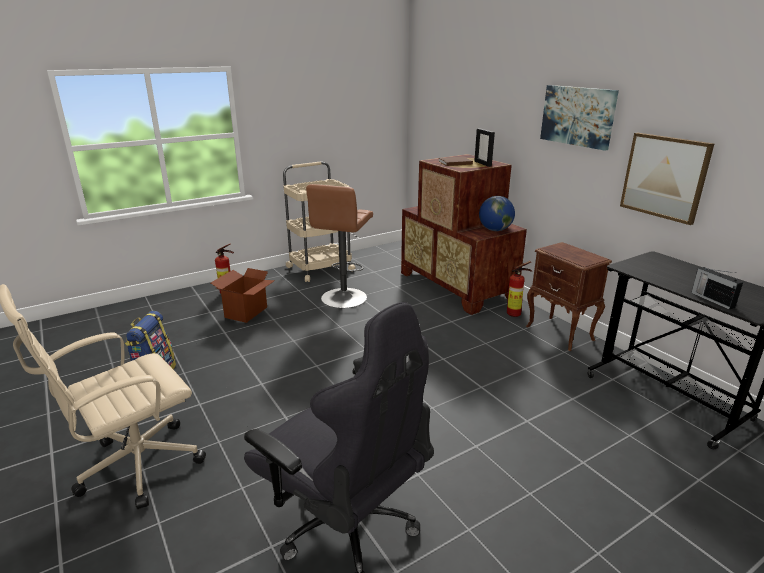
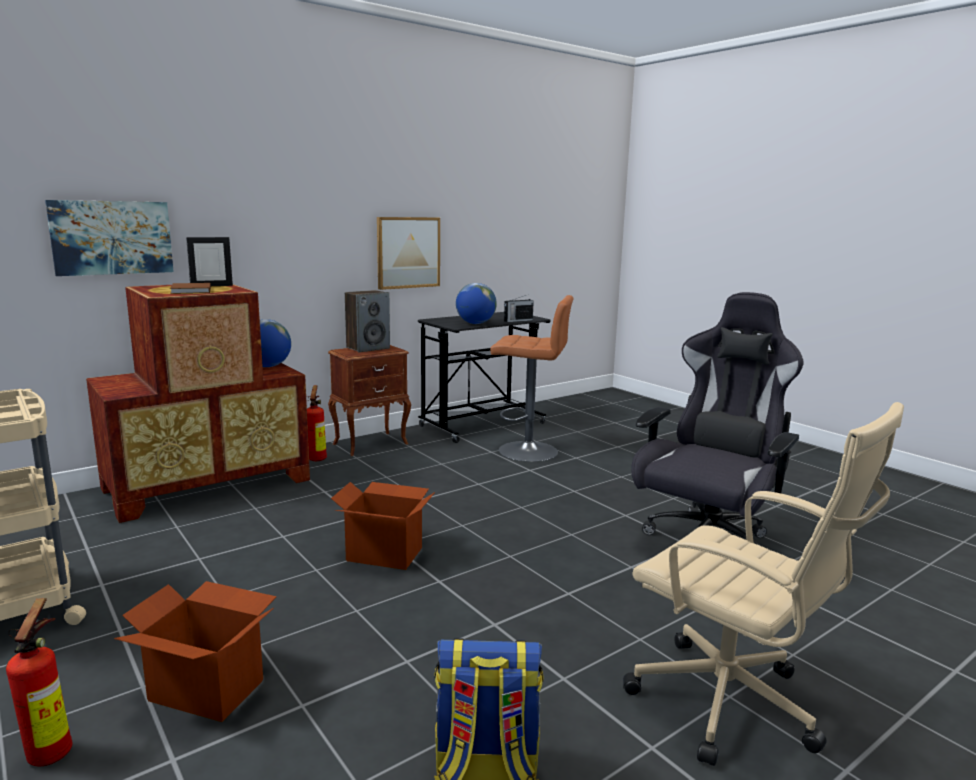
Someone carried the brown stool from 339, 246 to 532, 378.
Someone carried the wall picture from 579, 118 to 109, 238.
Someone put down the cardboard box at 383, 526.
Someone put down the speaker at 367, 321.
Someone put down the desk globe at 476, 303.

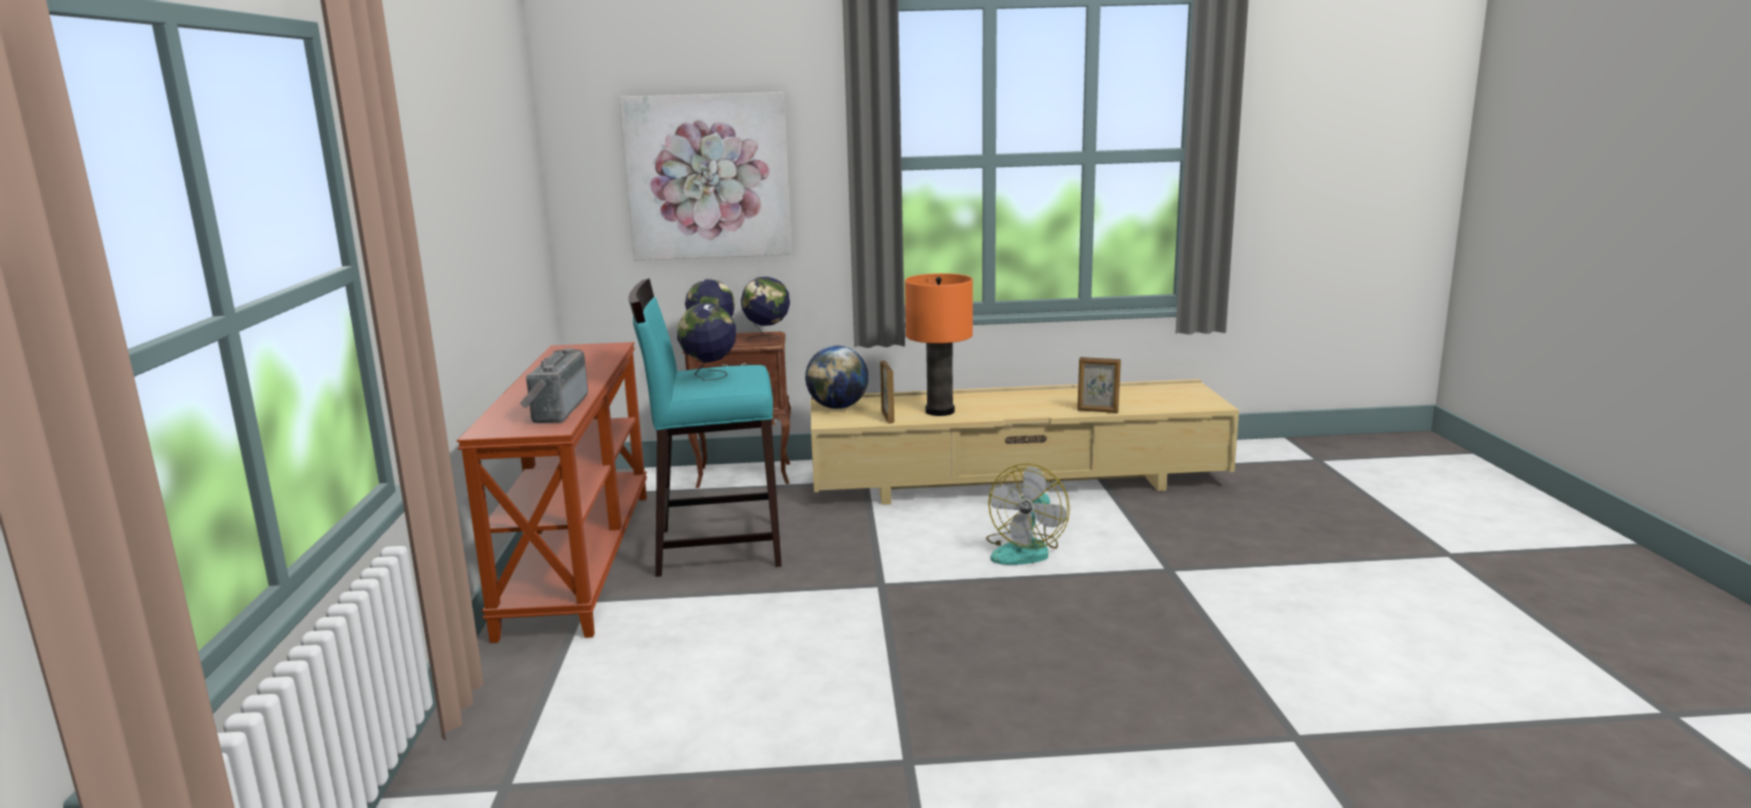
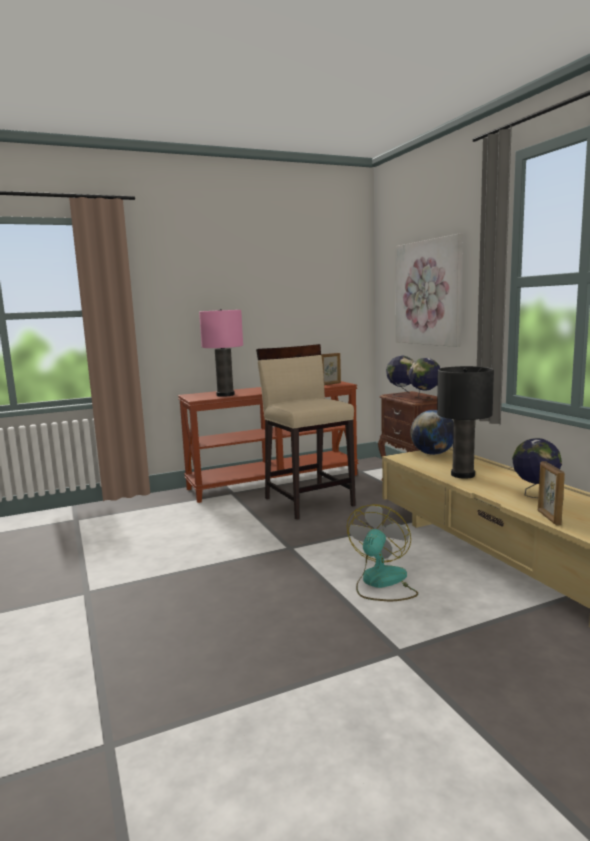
Someone swapped the radio set at 554, 385 for the pink-coloured table lamp at 221, 353.
Someone repainted the turquoise stool at 705, 428, which became the sand-coloured stool at 306, 432.
Someone carried the desk globe from 706, 342 to 537, 468.
Someone carried the standing frame from 887, 392 to 331, 369.
Someone repainted the orange-coloured table lamp at 939, 344, which became the blackish table lamp at 465, 422.
Someone rotated the fan at 1028, 514 by 105 degrees clockwise.

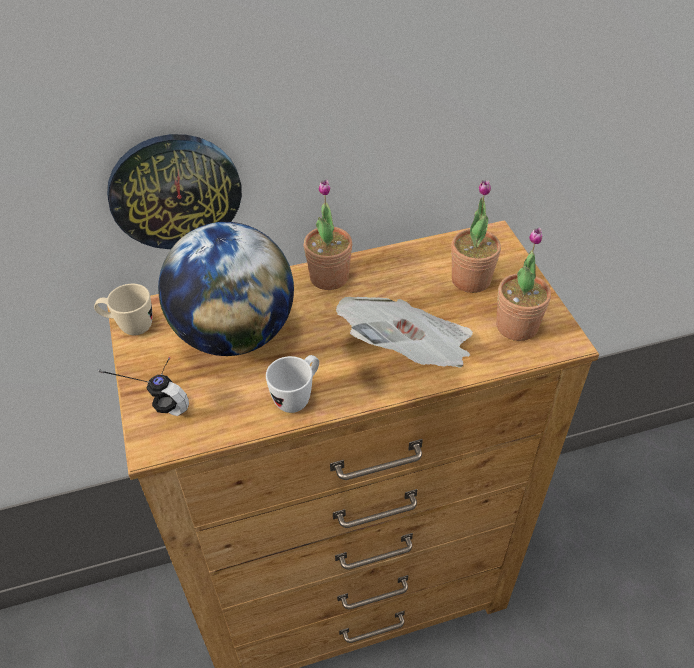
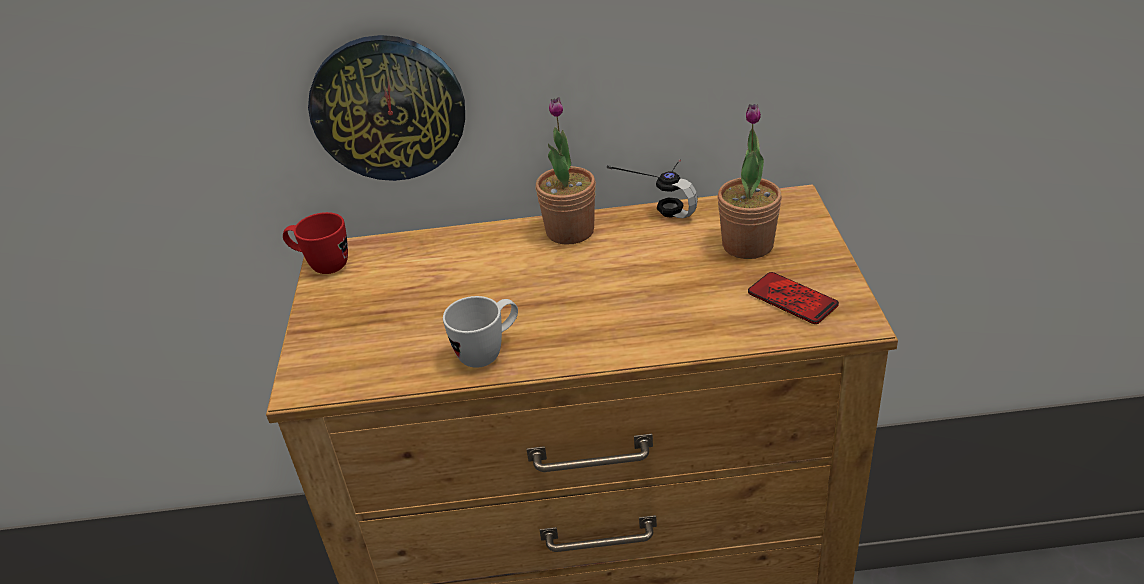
Someone repainted the sand-coloured mug at 123, 309, which became the red mug at 315, 243.
Someone carried the pair of headphones from 143, 386 to 652, 189.
Someone took away the desk globe at 226, 289.
Someone took away the printed paper at 404, 332.
Someone swapped the potted plant at 523, 284 for the phone at 793, 298.

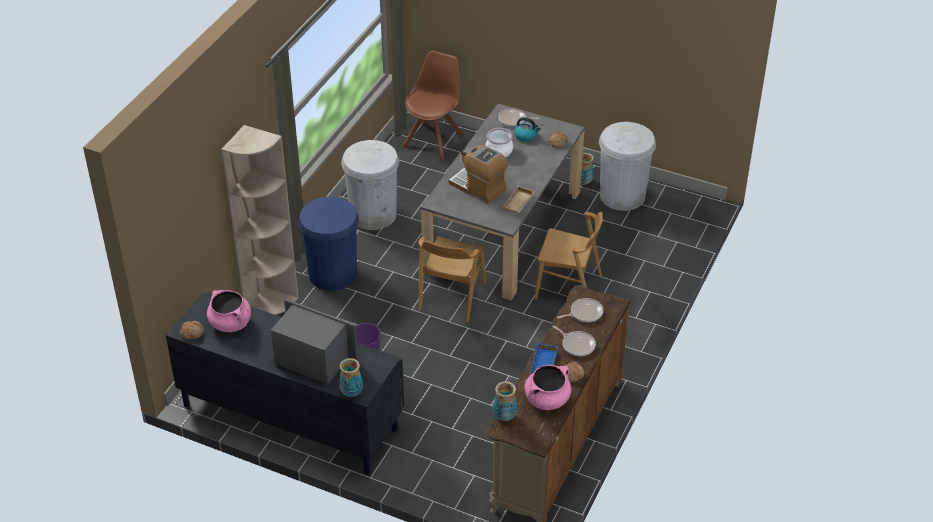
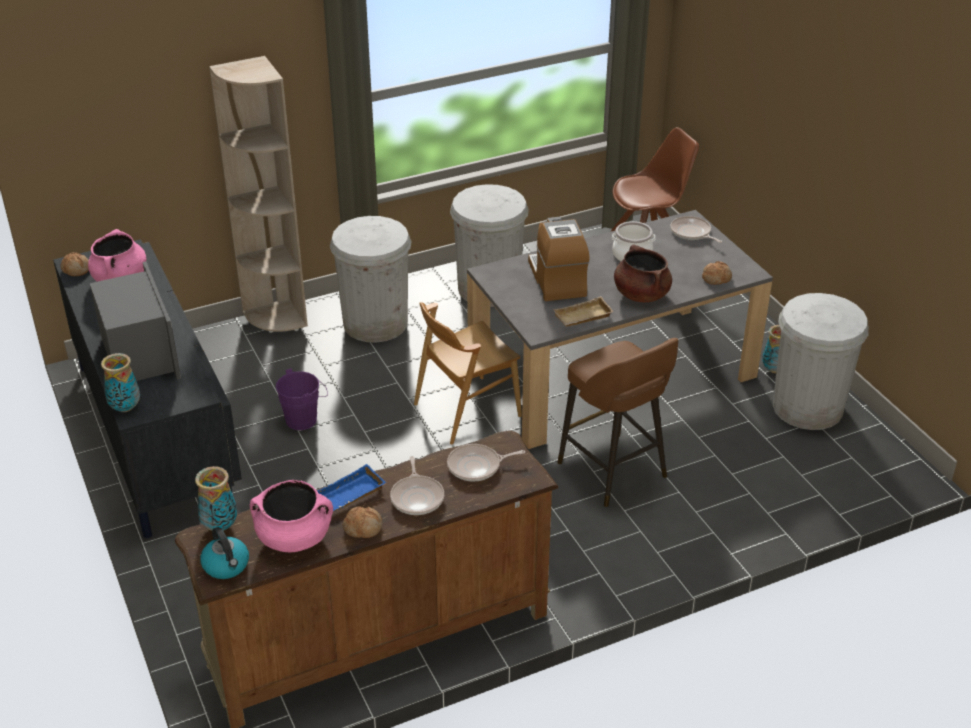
Someone repainted the blue waste bin at 328, 243, which became the white-coloured waste bin at 371, 279.
Someone carried the tea kettle from 527, 129 to 224, 553.
Someone swapped the brown chair at 569, 256 for the brown stool at 617, 422.
Someone rotated the frying pan at 580, 310 by 150 degrees clockwise.
Someone put down the brown cooking pot at 643, 273.

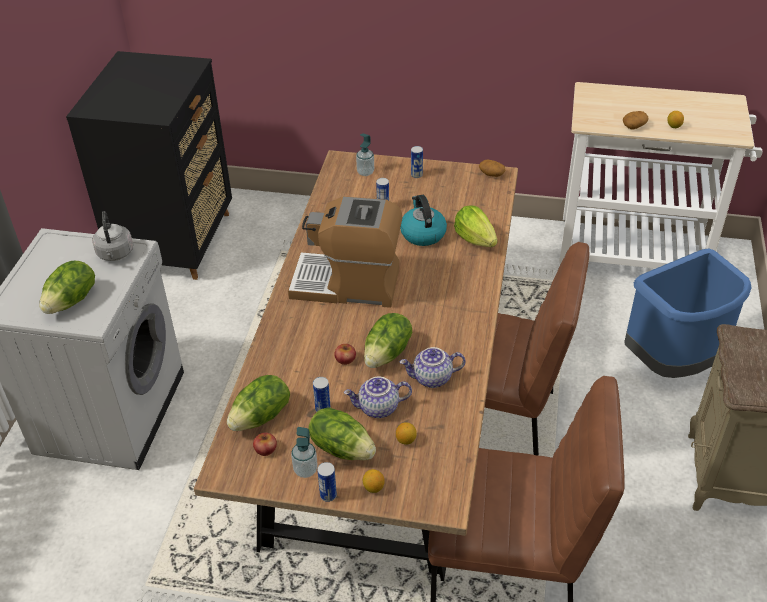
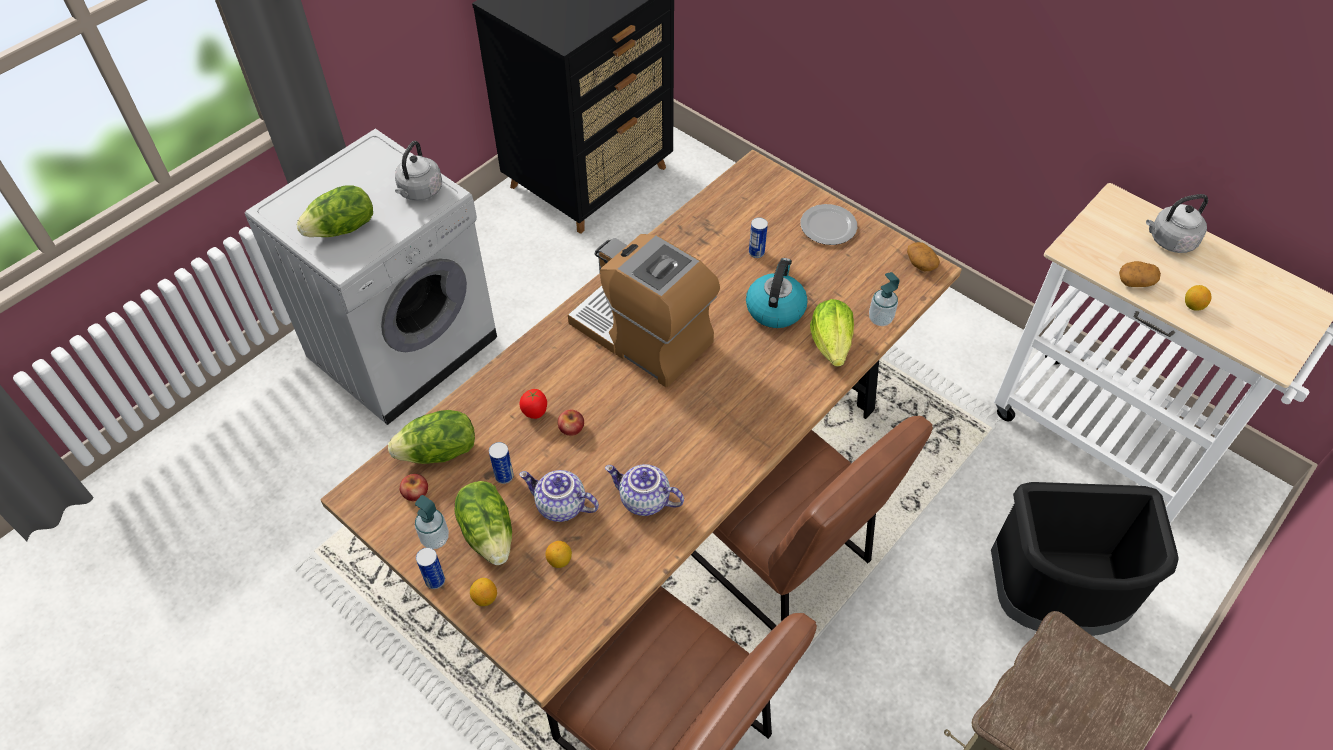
Someone carried the liquid soap bottle from 365, 154 to 884, 299.
Someone took away the head of lettuce at 388, 340.
Someone swapped the metal can at 417, 162 for the flat dish at 829, 224.
Someone repainted the blue waste bin at 688, 313, which became the blackish waste bin at 1085, 559.
Someone put down the tomato at 533, 404.
Someone put down the grey tea kettle at 1177, 223.

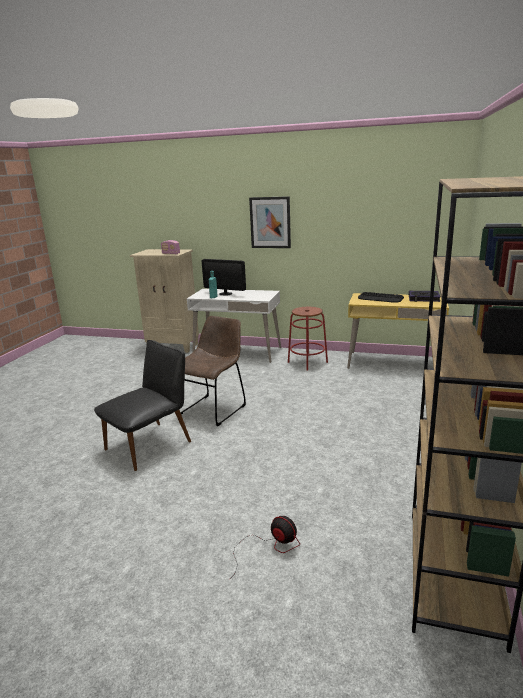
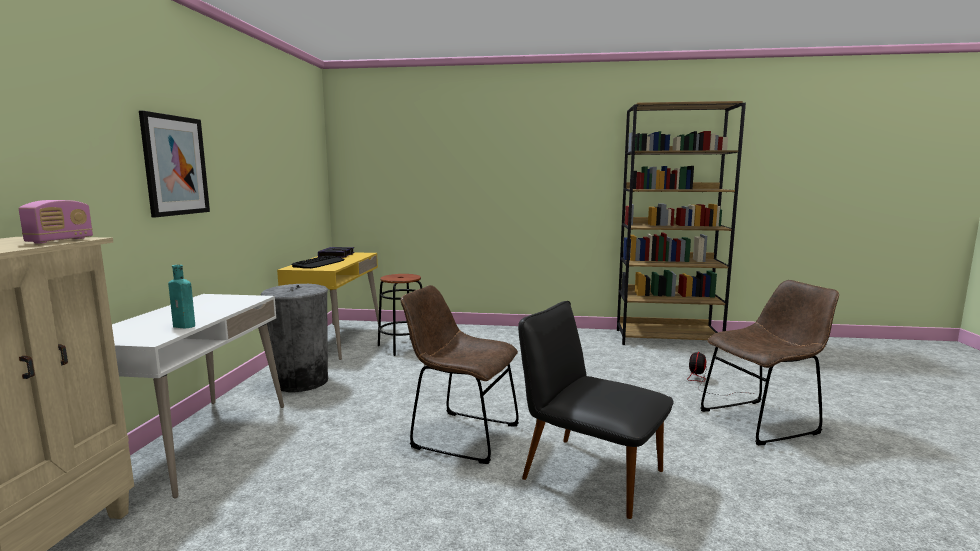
Someone took away the computer screen at 224, 277.
Someone swapped the red stool at 308, 339 for the grey waste bin at 294, 338.
Someone put down the blackish stool at 400, 315.
Someone put down the brown chair at 770, 362.

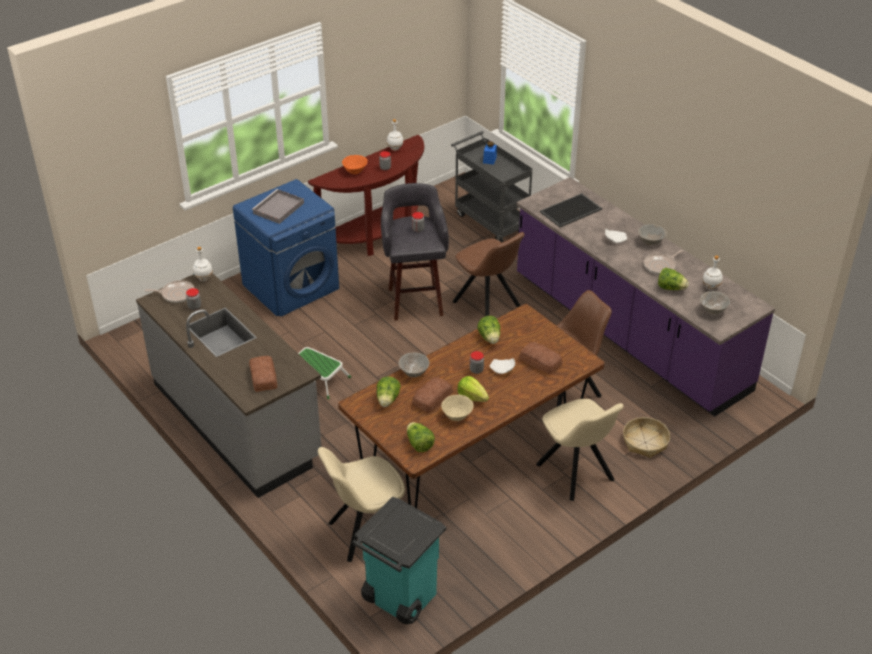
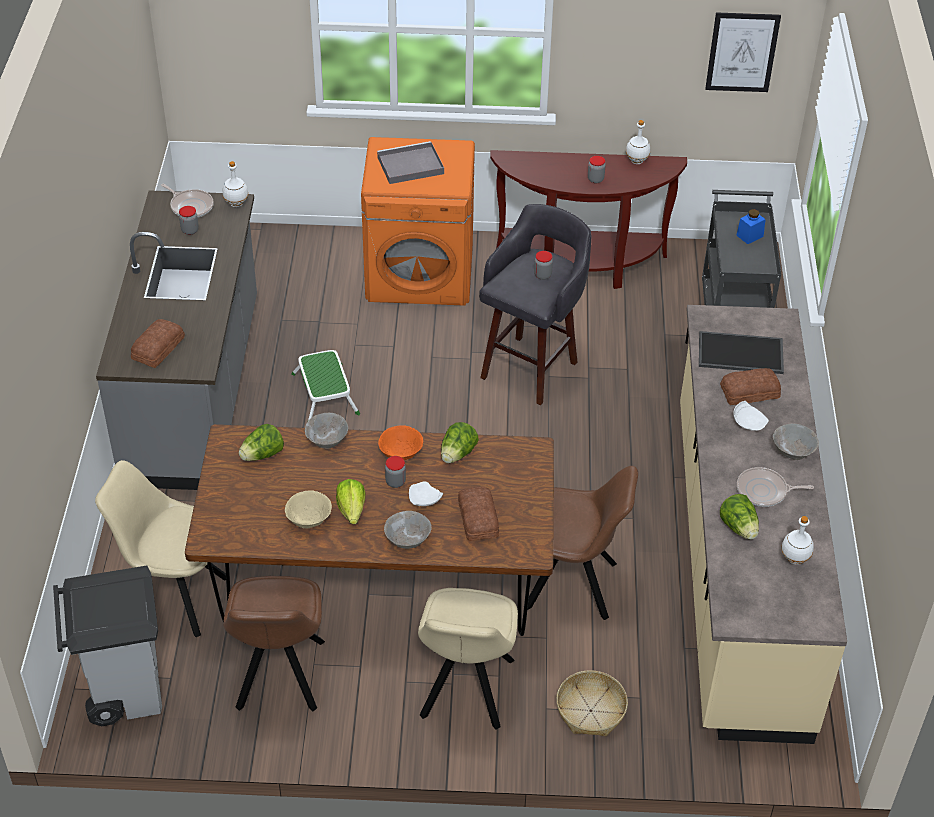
Someone repainted the blue washing machine at 286, 248, which became the orange-coloured washing machine at 418, 221.
Someone carried the orange-coloured deep dish from 355, 164 to 400, 442.
Someone repainted the turquoise waste bin at 399, 560, which became the grey waste bin at 107, 645.
Someone took away the head of lettuce at 421, 437.
Someone carried the baked bread from 432, 395 to 750, 386.
Someone carried the brown chair from 489, 274 to 274, 644.
Someone repainted the purple counter at 646, 297, which became the sand-coloured counter at 763, 524.
Someone carried the grey deep dish from 715, 302 to 407, 530.
Someone put up the wall picture at 743, 52.

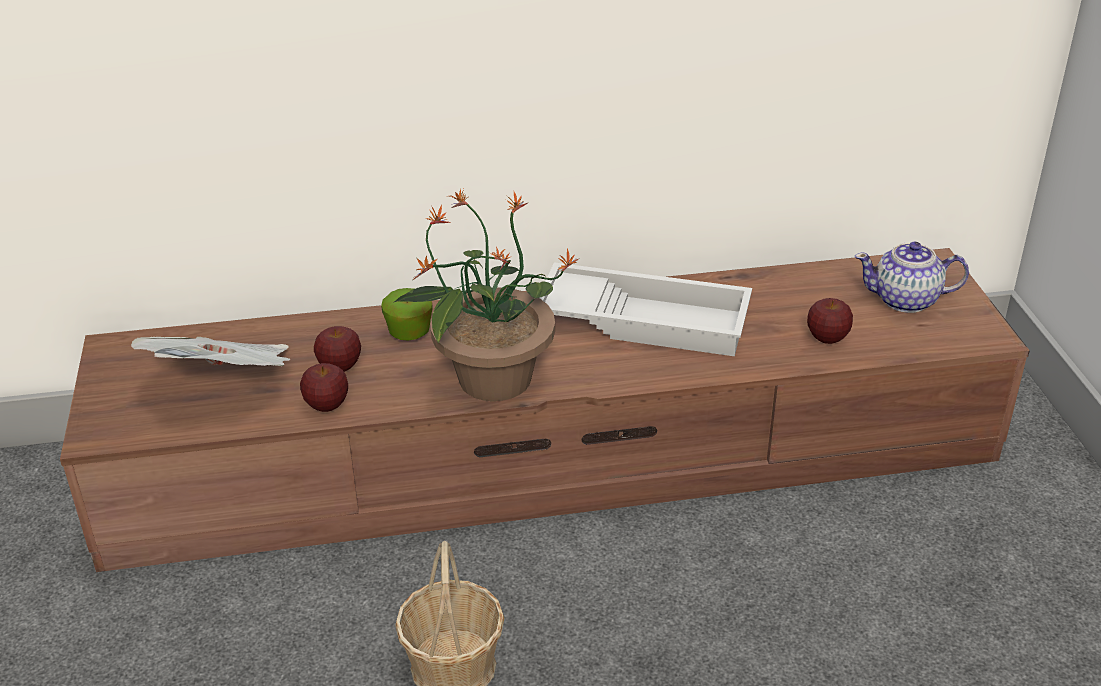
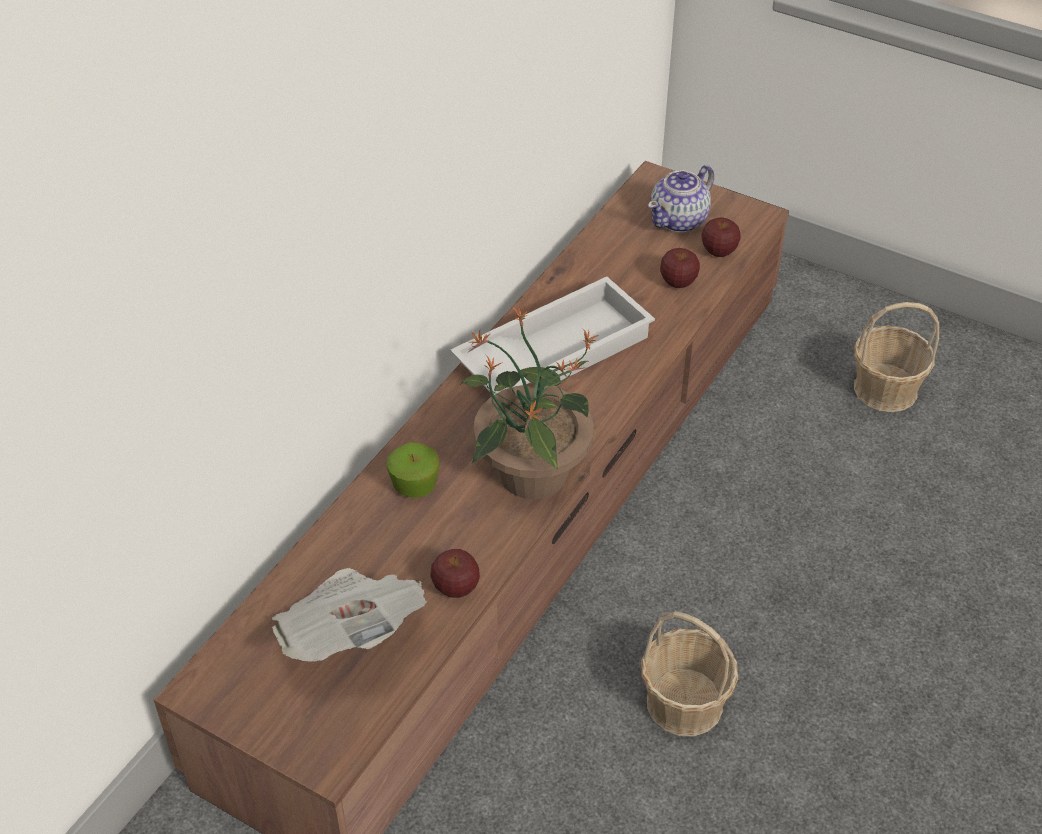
Someone carried the apple fruit from 337, 349 to 721, 237.
Someone put down the storage basket at 896, 357.

